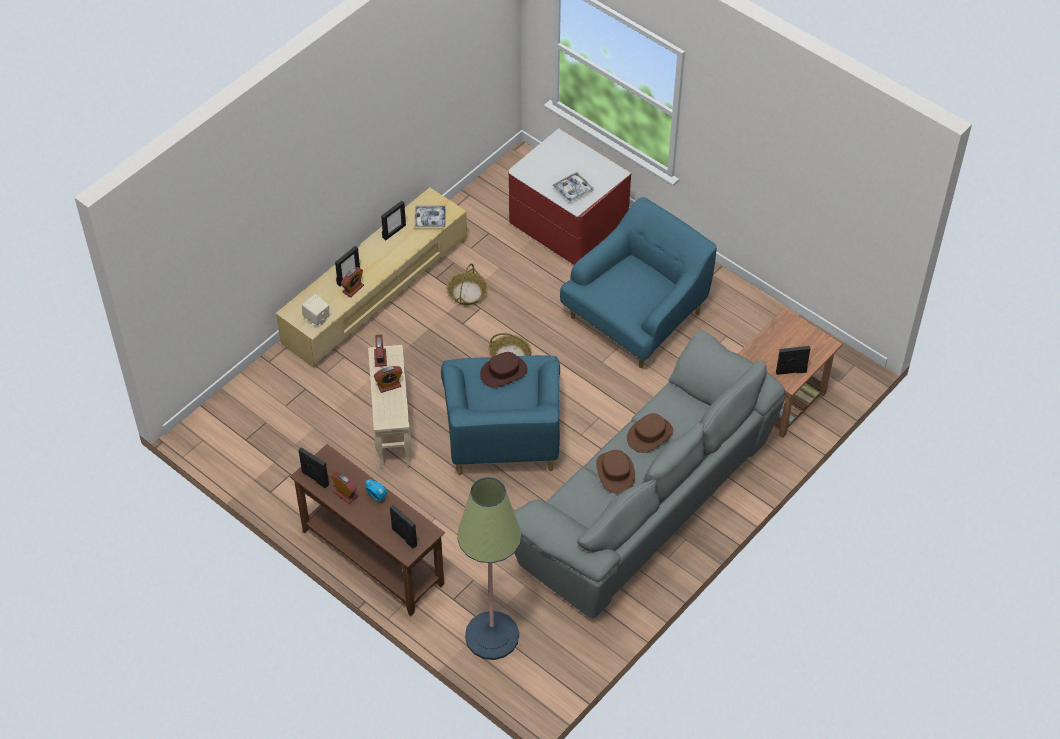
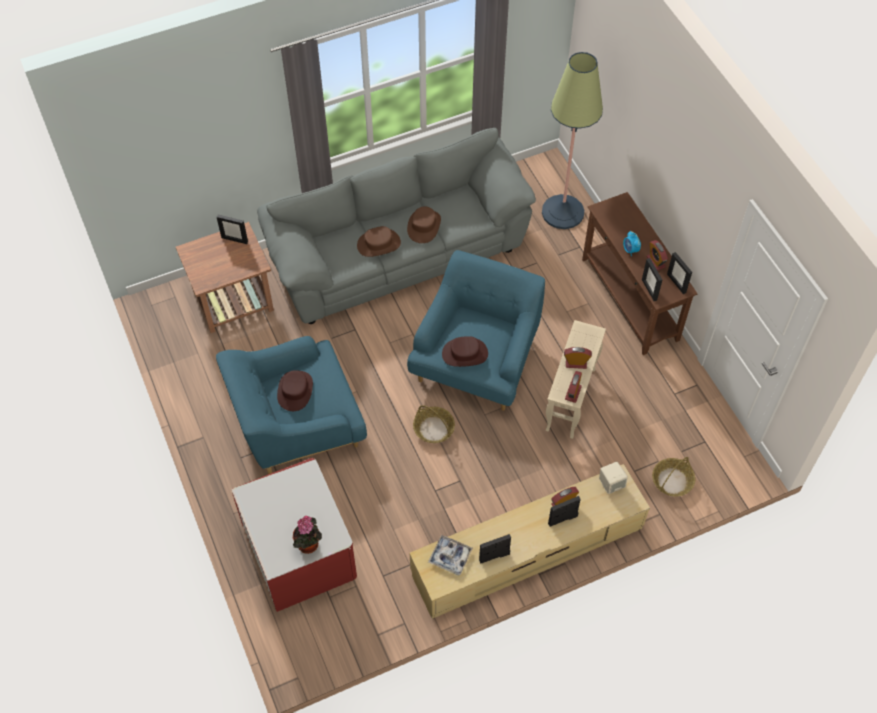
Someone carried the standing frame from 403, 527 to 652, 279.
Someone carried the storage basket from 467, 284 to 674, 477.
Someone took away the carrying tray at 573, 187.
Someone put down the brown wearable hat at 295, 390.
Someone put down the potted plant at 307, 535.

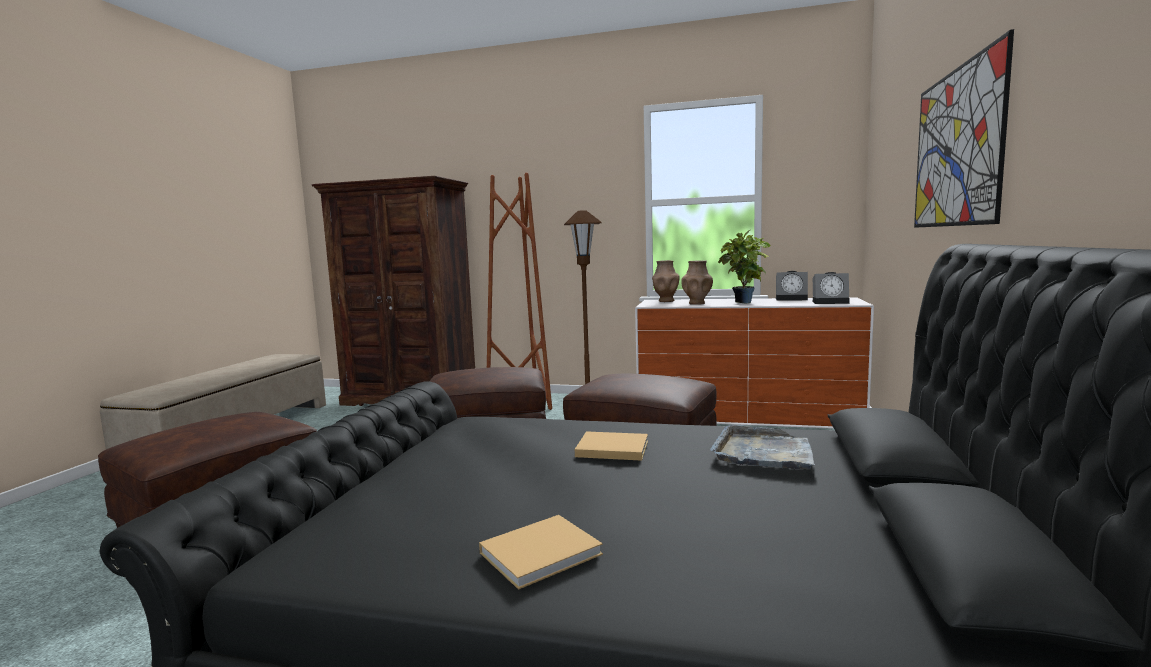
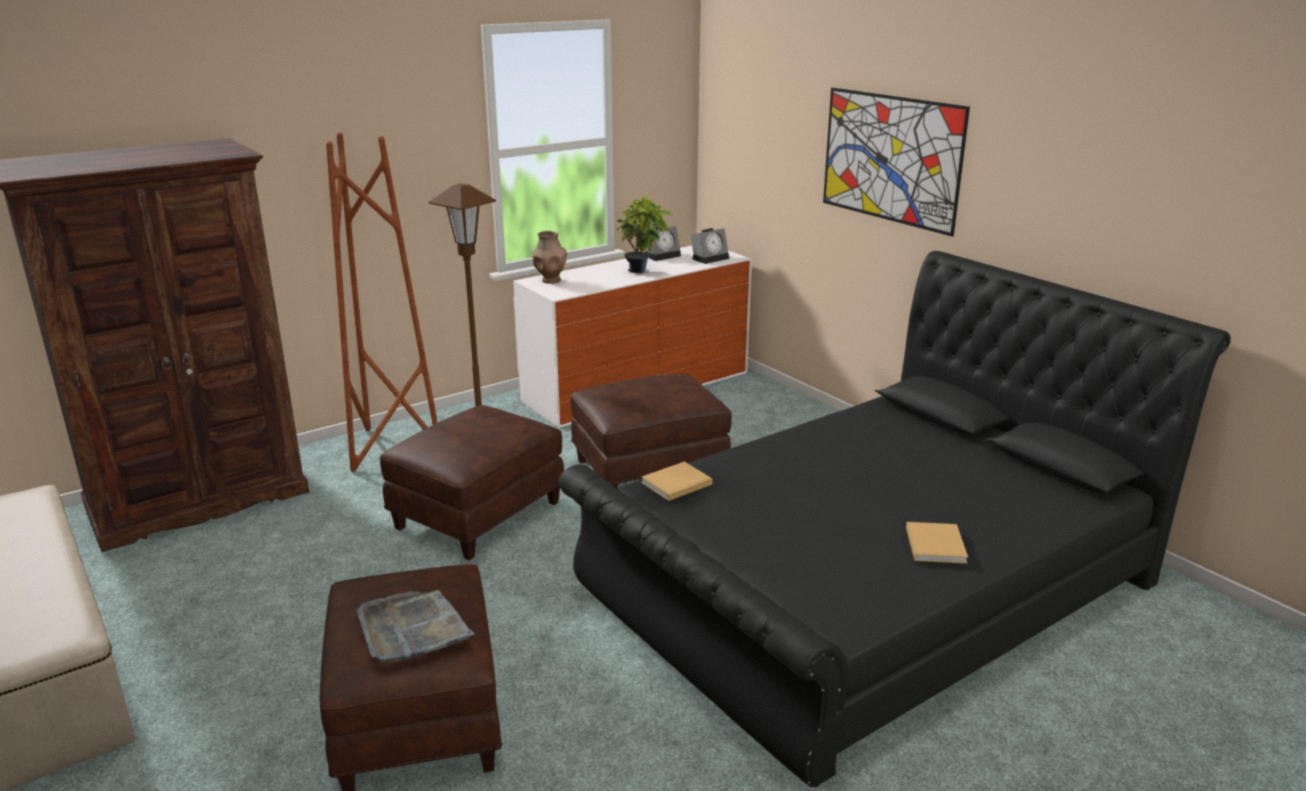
Someone carried the sand-coloured bound book from 611, 446 to 677, 481.
Someone took away the brown flower vase at 697, 282.
Someone carried the grey carrying tray from 762, 447 to 415, 626.

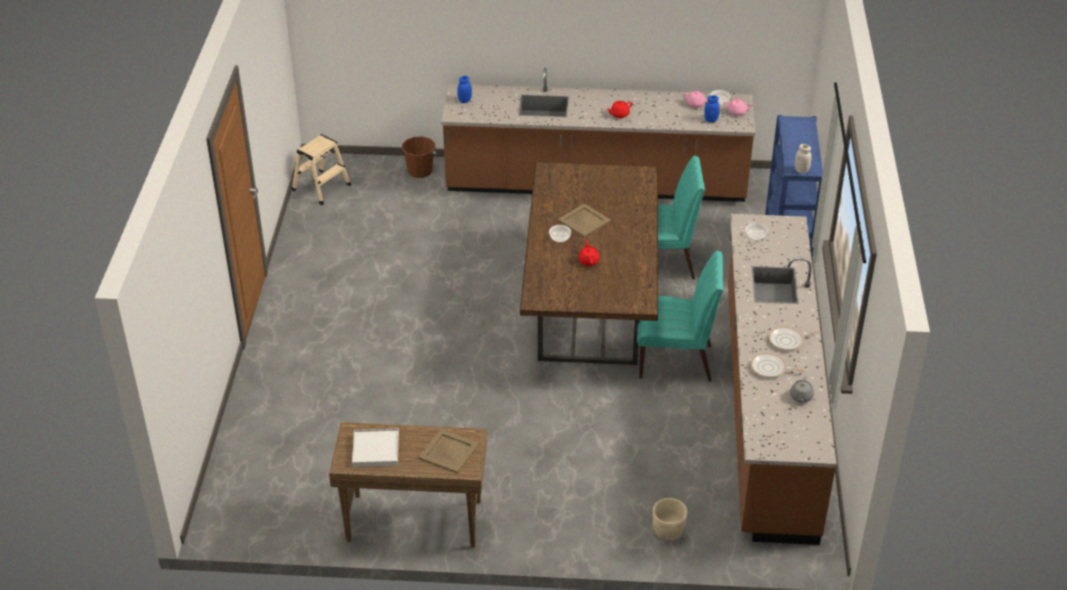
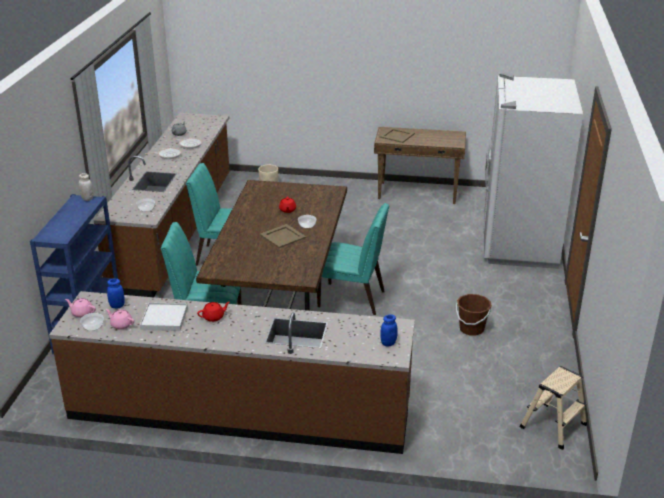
Someone carried the white-coloured carrying tray from 375, 448 to 164, 316.
Someone carried the brown bucket from 419, 157 to 474, 315.
Someone put down the turquoise chair at 353, 259.
Someone put down the white-coloured kitchen fridge at 533, 171.

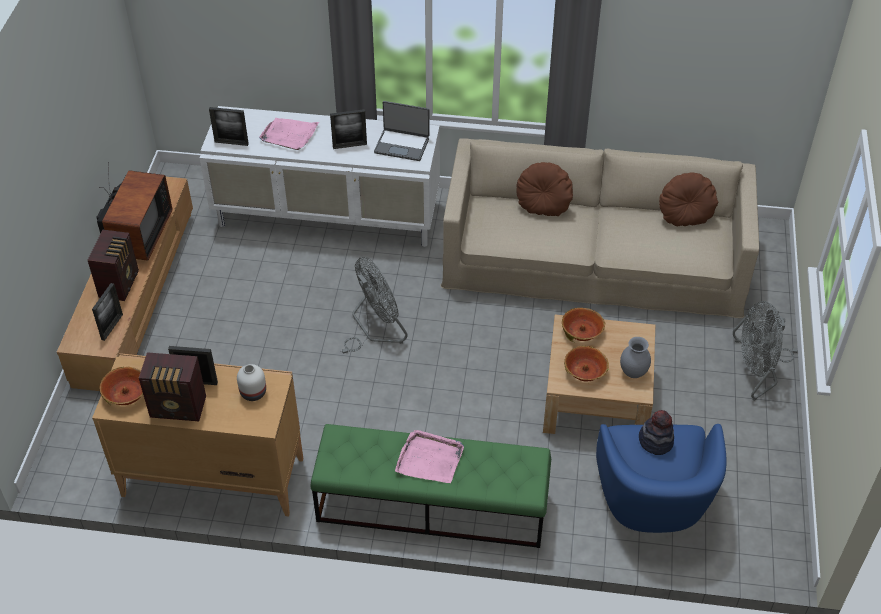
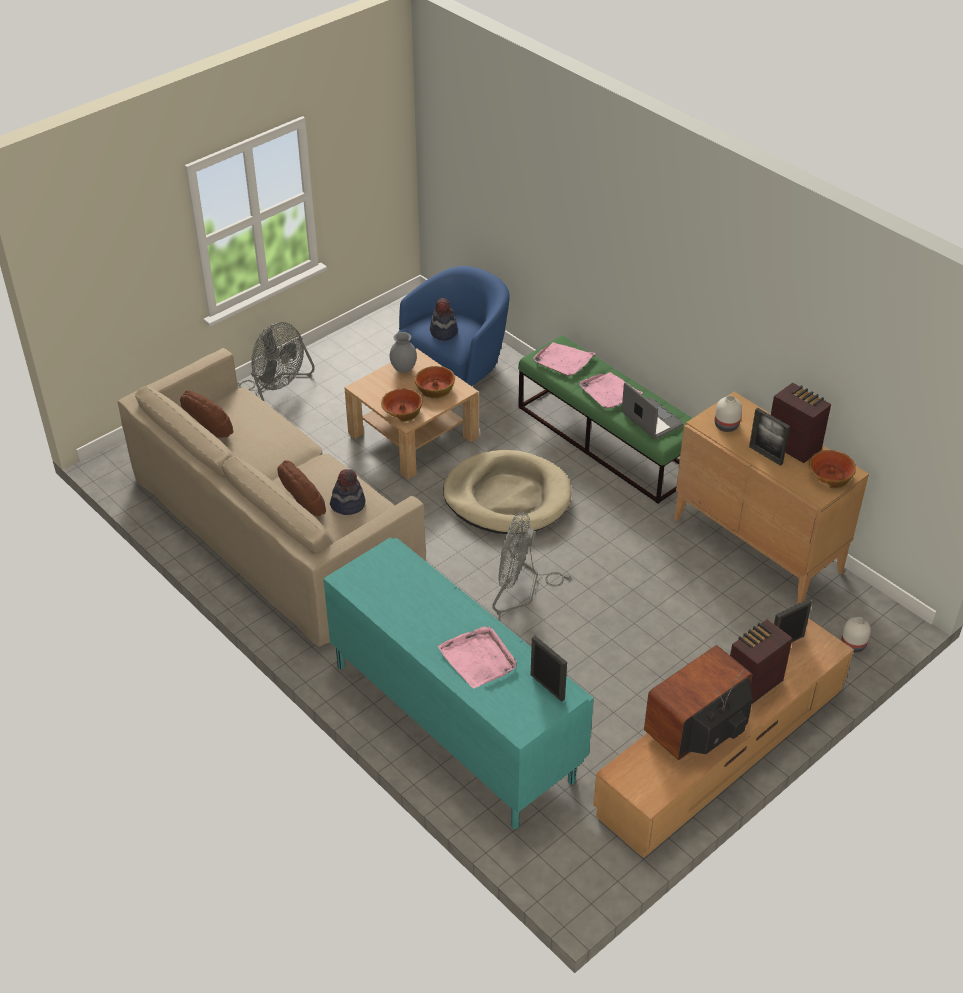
Someone repainted the white-coloured cupboard at 320, 176, which became the turquoise cupboard at 458, 683.
Someone took away the standing frame at 348, 129.
Someone carried the portable computer from 402, 131 to 652, 410.
Someone put down the wearable hat at 348, 492.
Someone put down the sand-coloured pet bed at 507, 492.
Someone put down the pink-coloured carrying tray at 564, 359.
Someone put down the white-coloured flower vase at 856, 635.

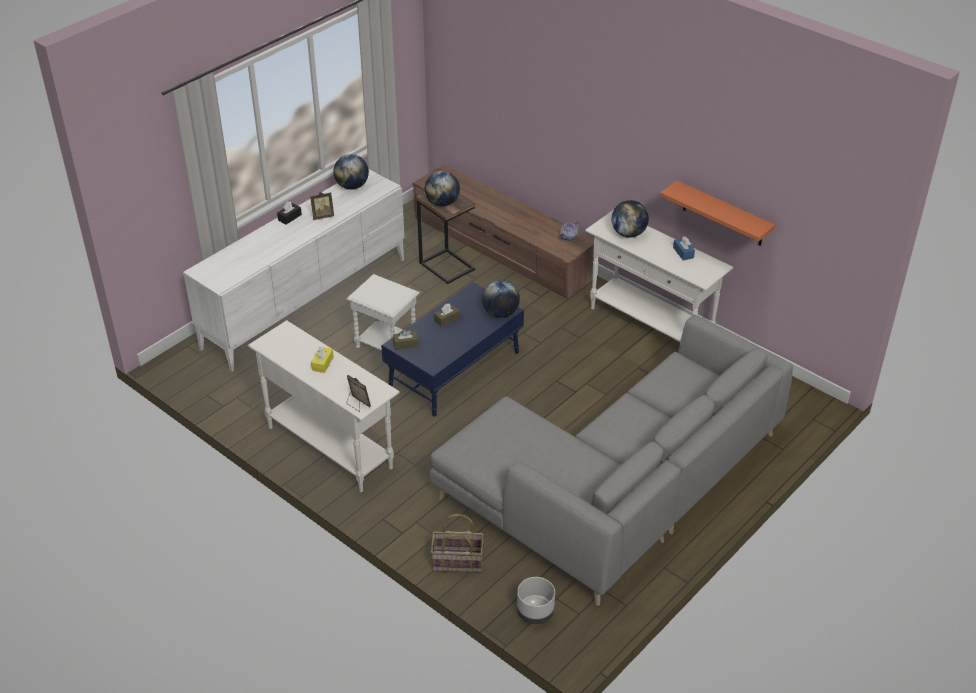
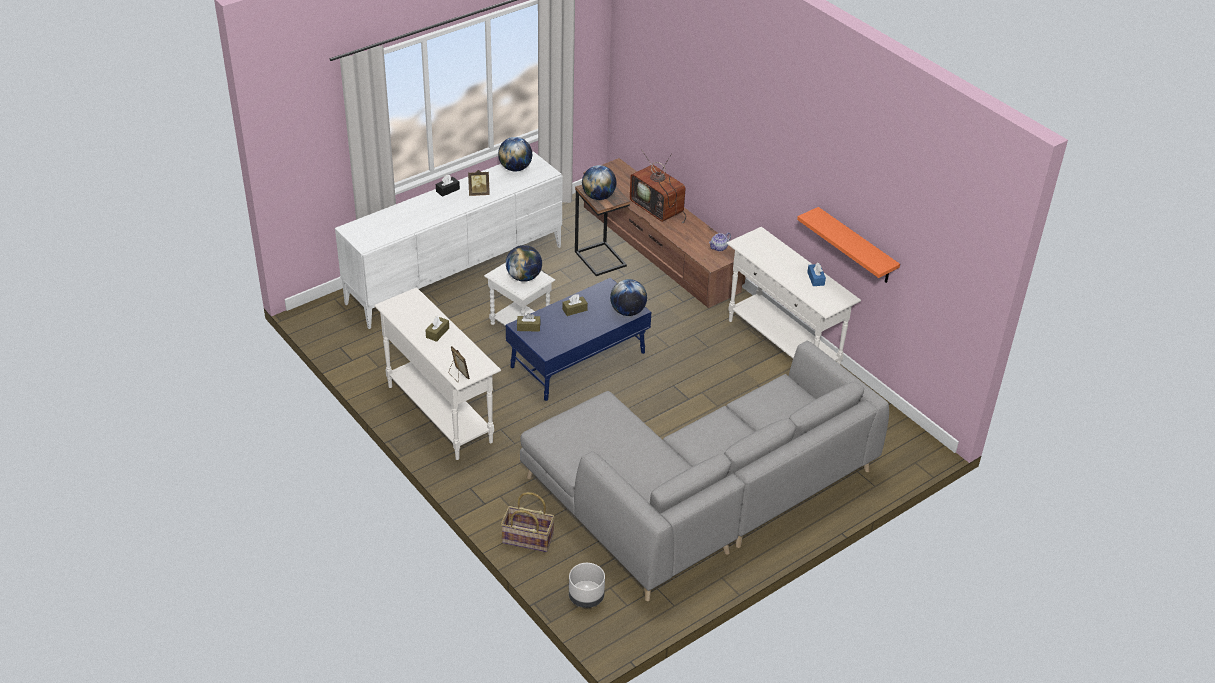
Someone repainted the yellow tissue box at 322, 359, which became the brown tissue box at 437, 329.
Someone carried the desk globe from 630, 218 to 524, 263.
Someone put down the TV set at 658, 186.

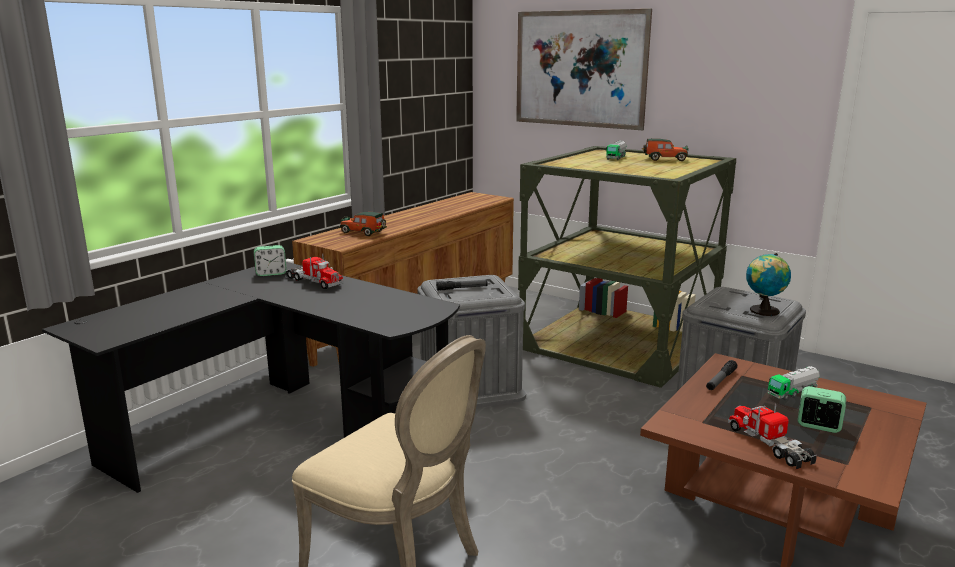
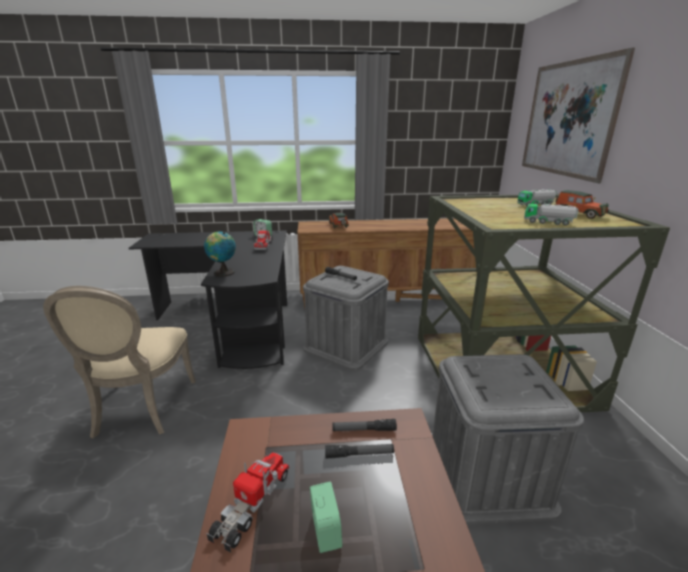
Someone carried the desk globe from 768, 284 to 220, 254.
Someone carried the model truck from 794, 383 to 551, 215.
Someone put down the flashlight at 359, 451.

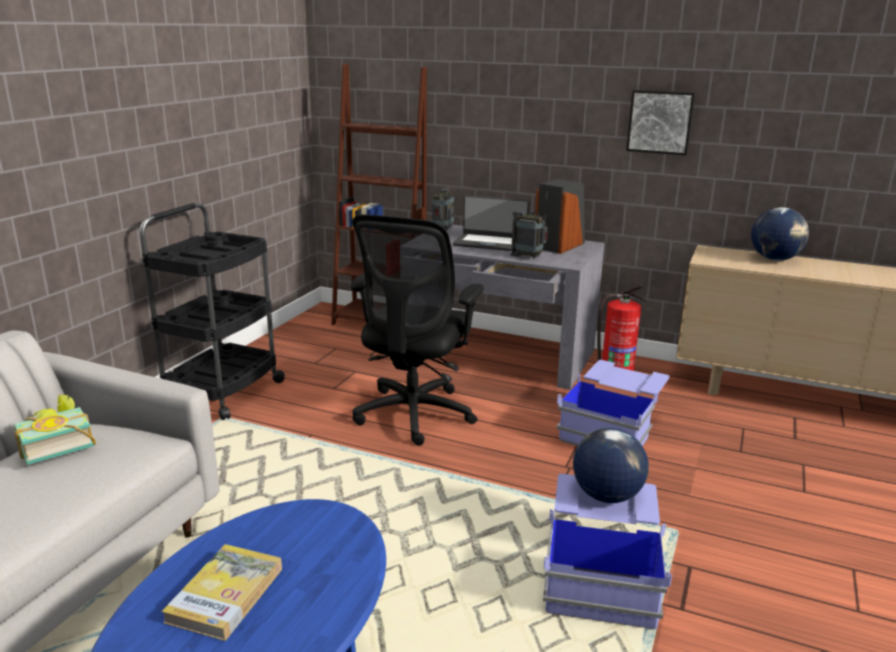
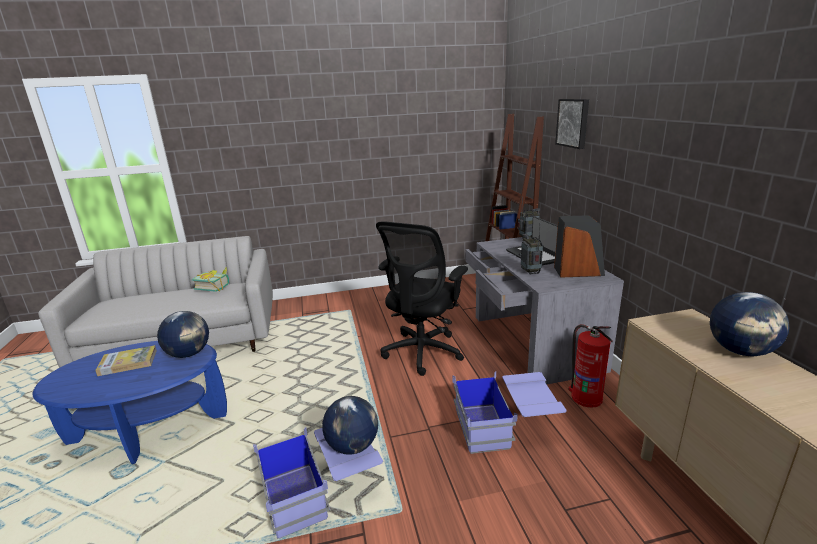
Someone took away the blackish wheeled cart at 212, 311.
Someone rotated the blackish desk chair at 417, 330 by 45 degrees counterclockwise.
Someone carried the wall picture from 660, 122 to 572, 124.
Someone put down the desk globe at 183, 334.

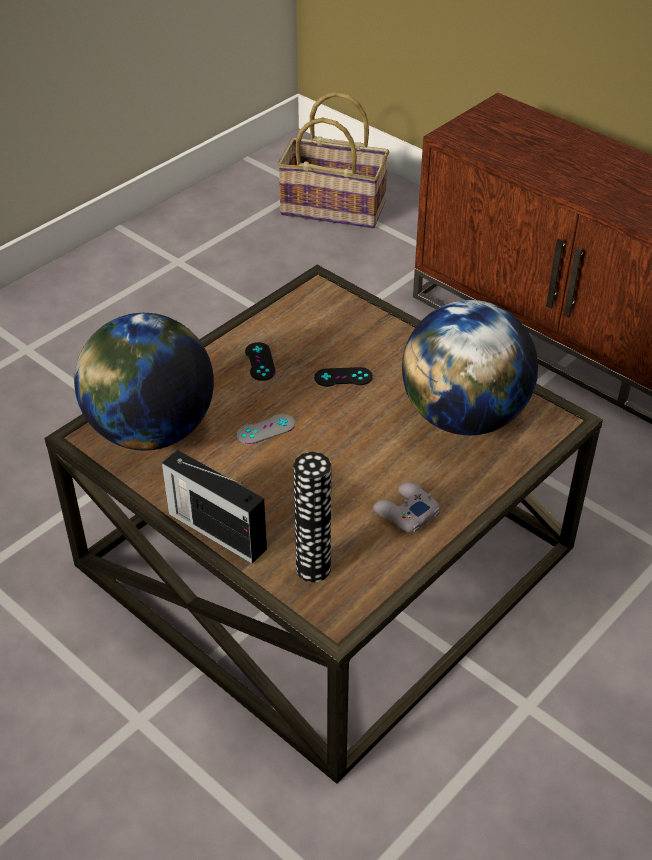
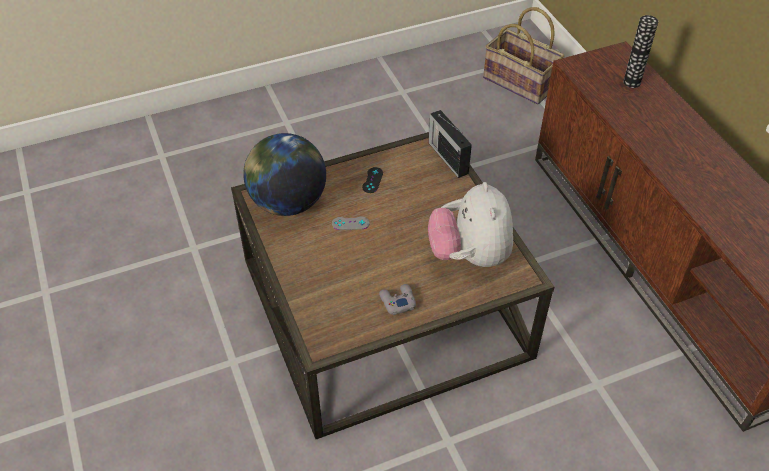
Someone carried the radio set from 214, 507 to 450, 144.
Someone carried the flower vase from 312, 517 to 640, 51.
Someone took away the blackish joypad at 343, 377.
Someone swapped the desk globe at 470, 367 for the plush toy at 470, 224.

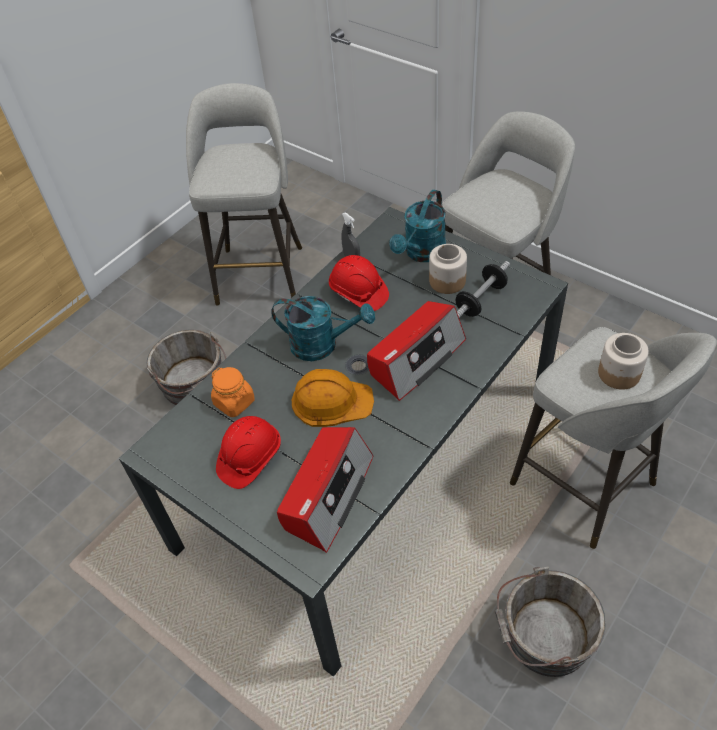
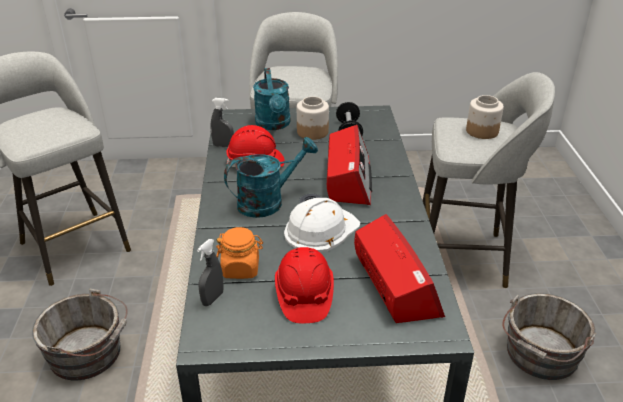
Someone repainted the orange-coloured safety helmet at 333, 398, which became the white-coloured safety helmet at 322, 225.
Someone put down the grey hand sprayer at 210, 272.

